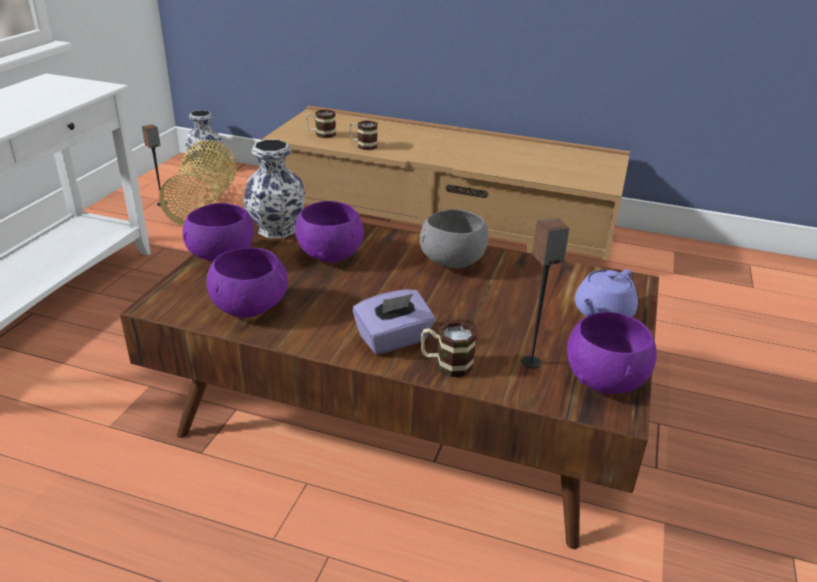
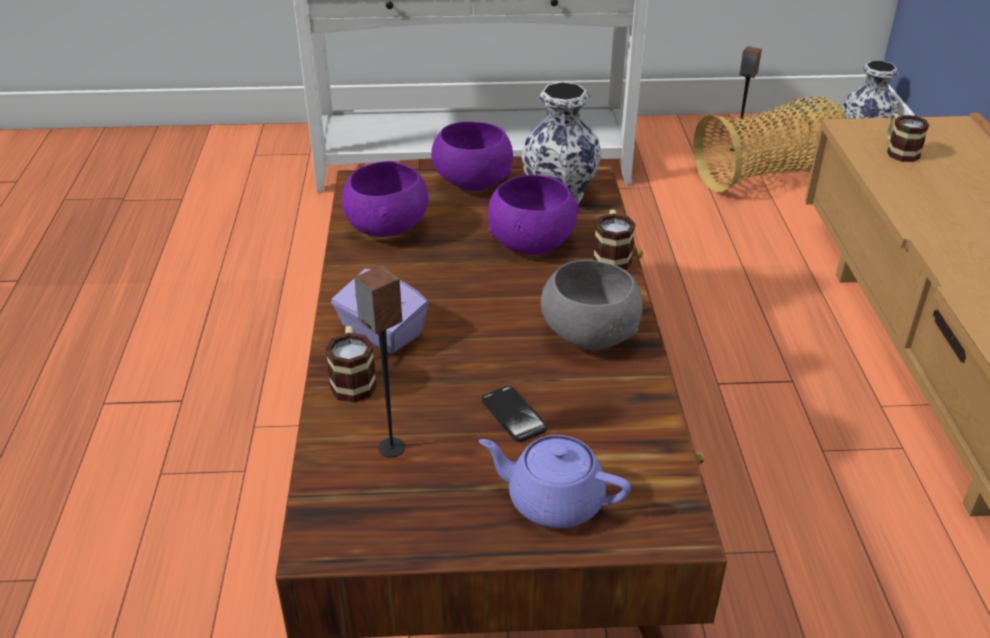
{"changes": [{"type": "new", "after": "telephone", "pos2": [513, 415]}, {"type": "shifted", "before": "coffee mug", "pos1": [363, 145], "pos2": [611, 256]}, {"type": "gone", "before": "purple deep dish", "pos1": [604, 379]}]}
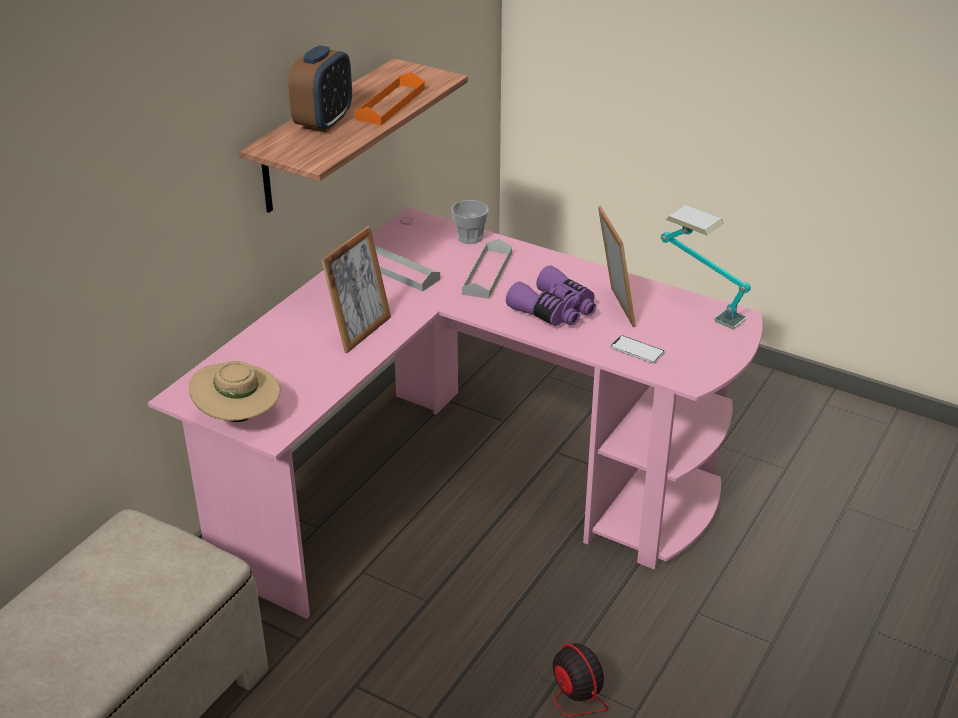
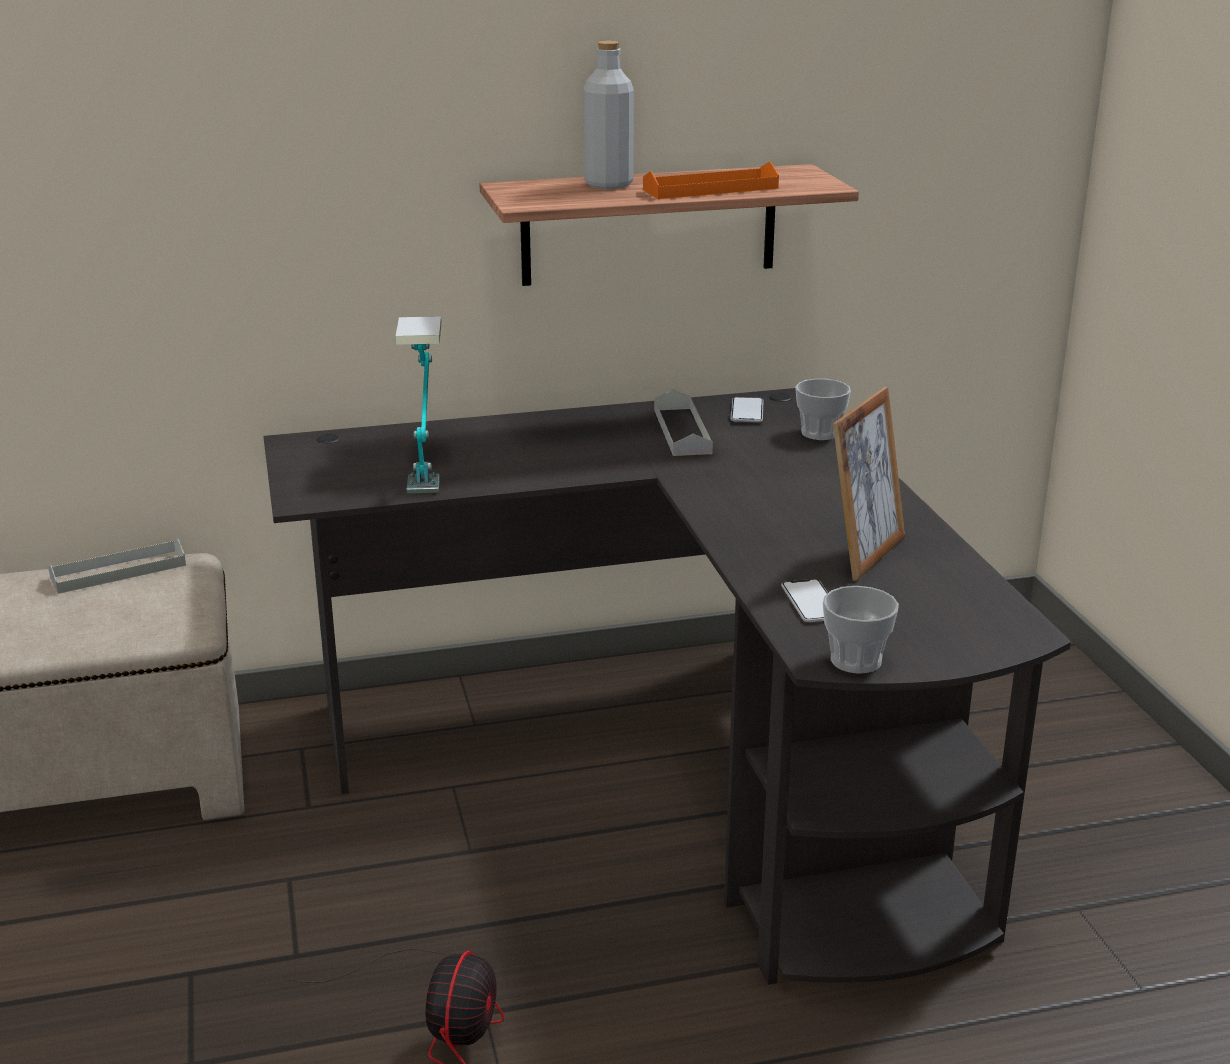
{"changes": [{"type": "shifted", "before": "grey tray", "pos1": [487, 273], "pos2": [118, 571]}, {"type": "repainted", "before": "pink-coloured desk", "after": "black-coloured desk", "pos1": [462, 488], "pos2": [671, 771]}, {"type": "shifted", "before": "lamp for a table", "pos1": [698, 307], "pos2": [425, 466]}, {"type": "swapped", "before": "alarm clock", "after": "grey bottle", "pos1": [324, 122], "pos2": [608, 184]}, {"type": "new", "after": "telephone", "pos2": [747, 411]}, {"type": "new", "after": "cup", "pos2": [856, 661]}, {"type": "gone", "before": "beige hat", "pos1": [239, 417]}, {"type": "gone", "before": "photo frame", "pos1": [360, 331]}, {"type": "gone", "before": "purple binoculars", "pos1": [555, 311]}]}
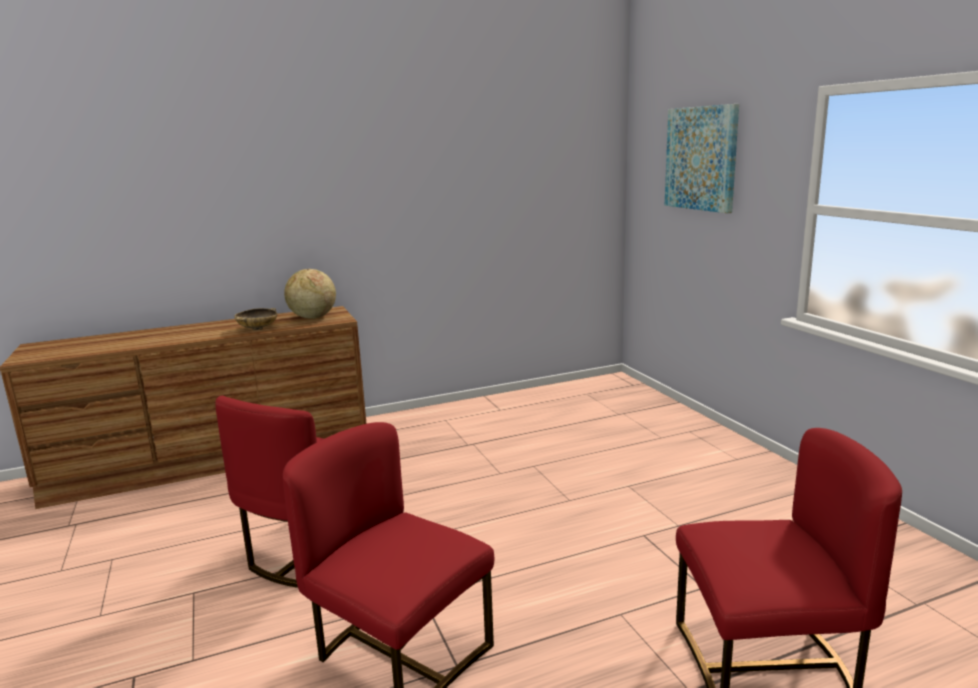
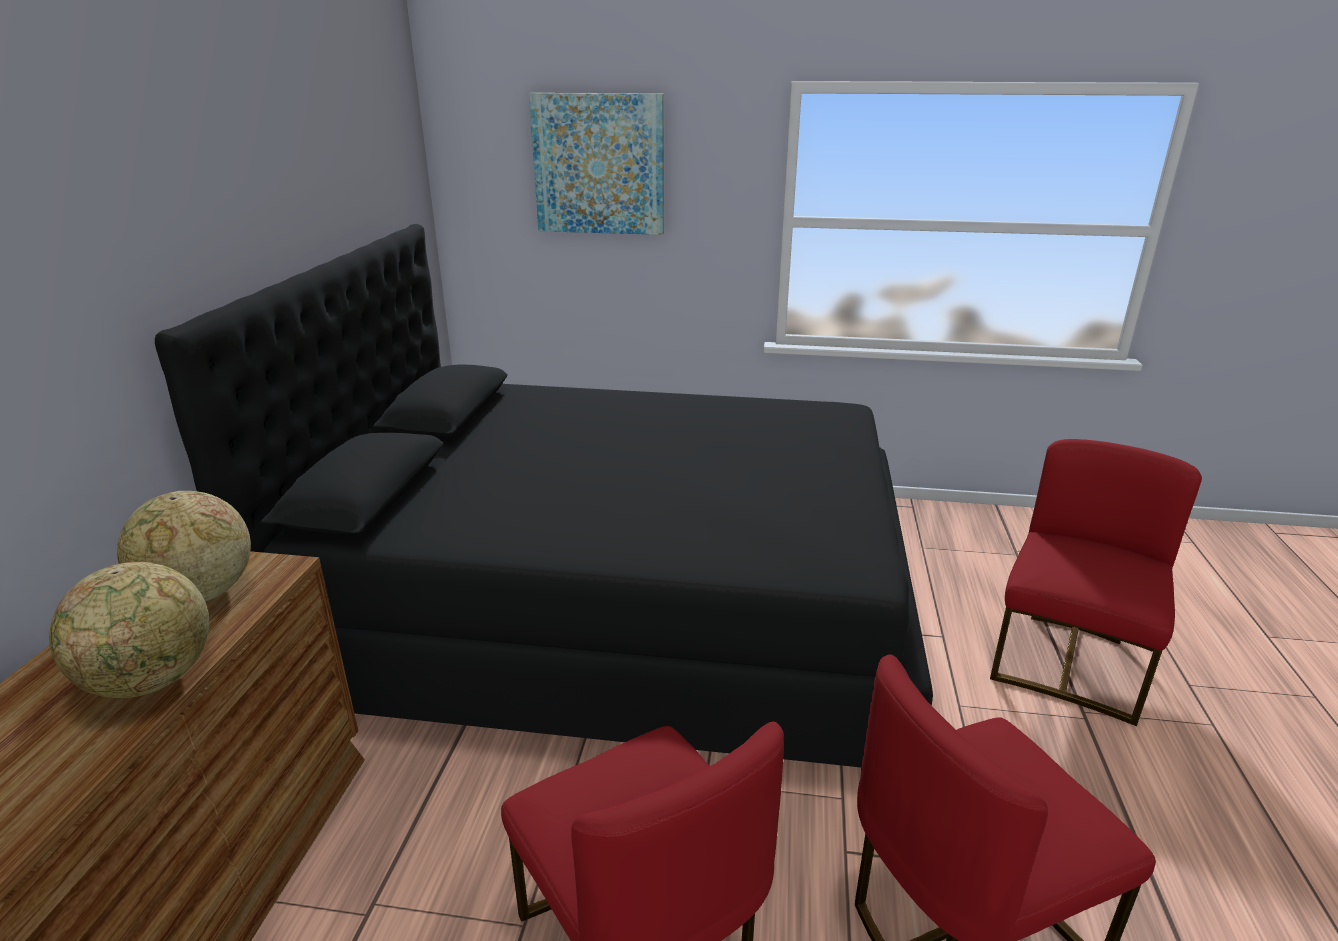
{"changes": [{"type": "swapped", "before": "beige deep dish", "after": "globe", "pos1": [258, 329], "pos2": [152, 681]}, {"type": "new", "after": "black-coloured bed", "pos2": [619, 612]}]}
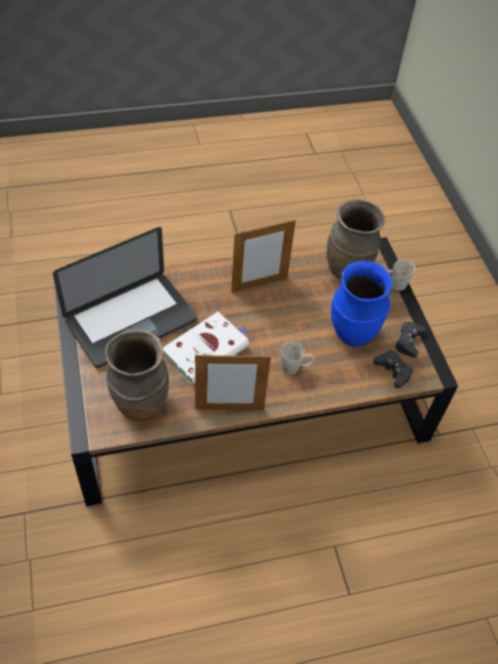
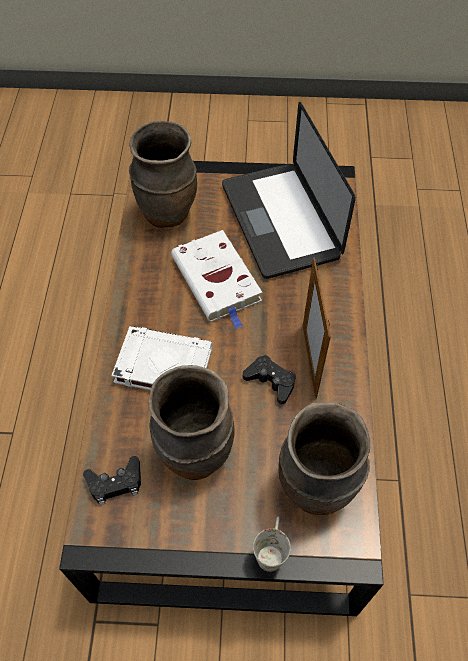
{"changes": [{"type": "swapped", "before": "white coffee mug", "after": "white book", "pos1": [295, 367], "pos2": [162, 365]}, {"type": "repainted", "before": "blue-coloured flower vase", "after": "brownish flower vase", "pos1": [353, 333], "pos2": [194, 453]}, {"type": "shifted", "before": "black-coloured gamepad", "pos1": [408, 341], "pos2": [271, 381]}, {"type": "gone", "before": "photo frame", "pos1": [229, 409]}]}
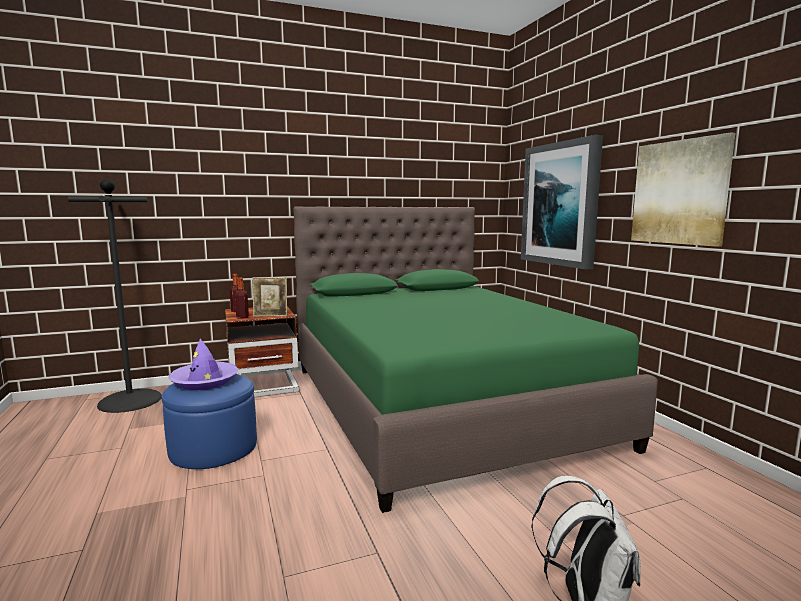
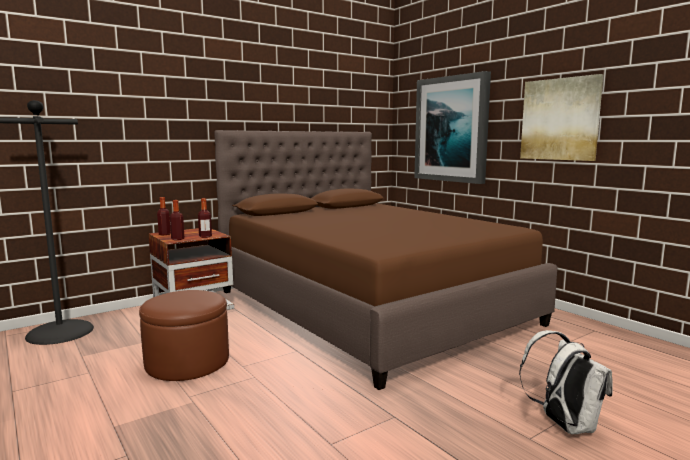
{"changes": [{"type": "repainted", "before": "blue-coloured ottoman", "after": "brownish ottoman", "pos1": [213, 448], "pos2": [187, 362]}, {"type": "swapped", "before": "photo frame", "after": "bottle", "pos1": [271, 316], "pos2": [205, 236]}, {"type": "repainted", "before": "green-coloured bed", "after": "brownish bed", "pos1": [439, 403], "pos2": [370, 306]}, {"type": "gone", "before": "purple hat", "pos1": [205, 381]}]}
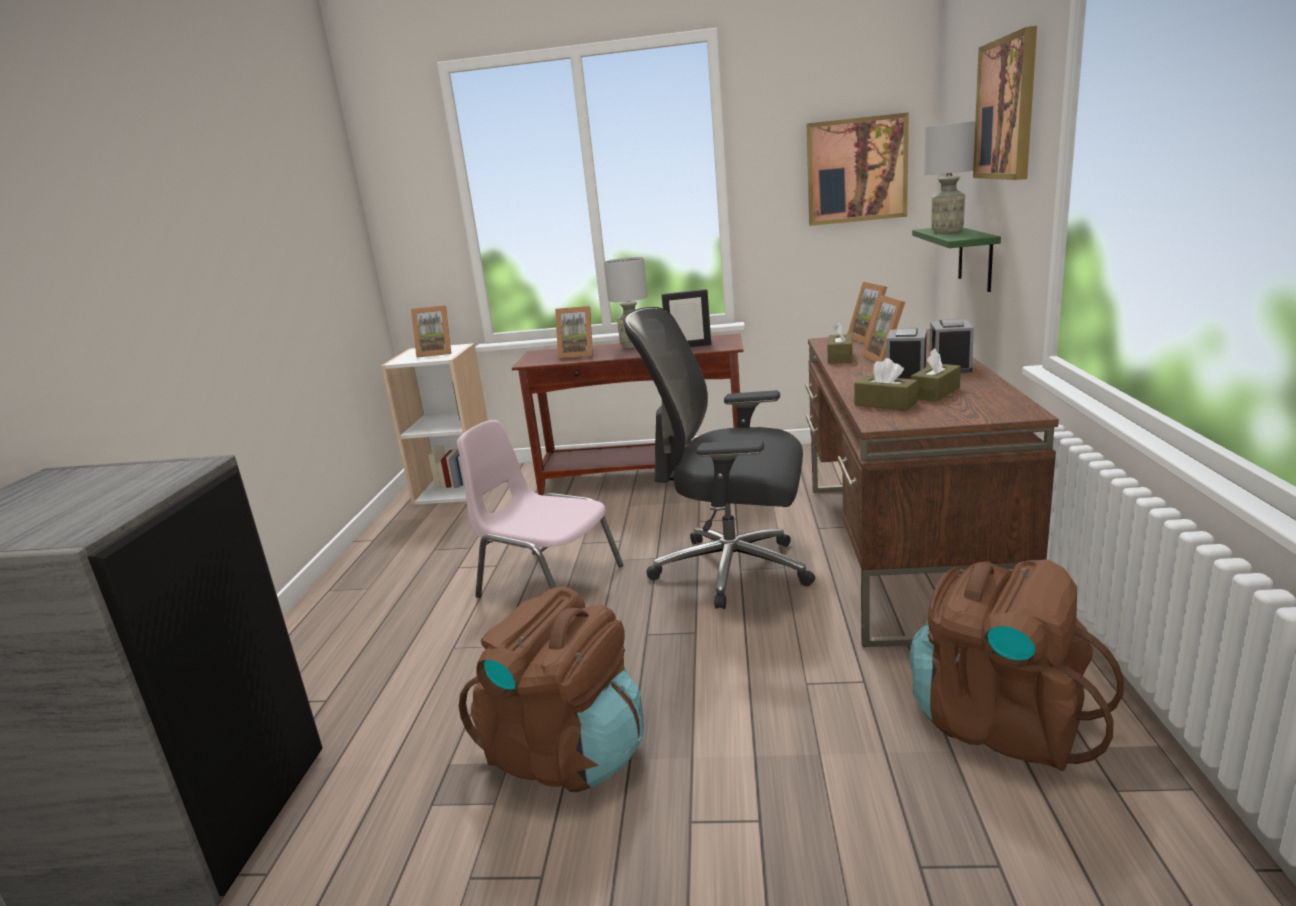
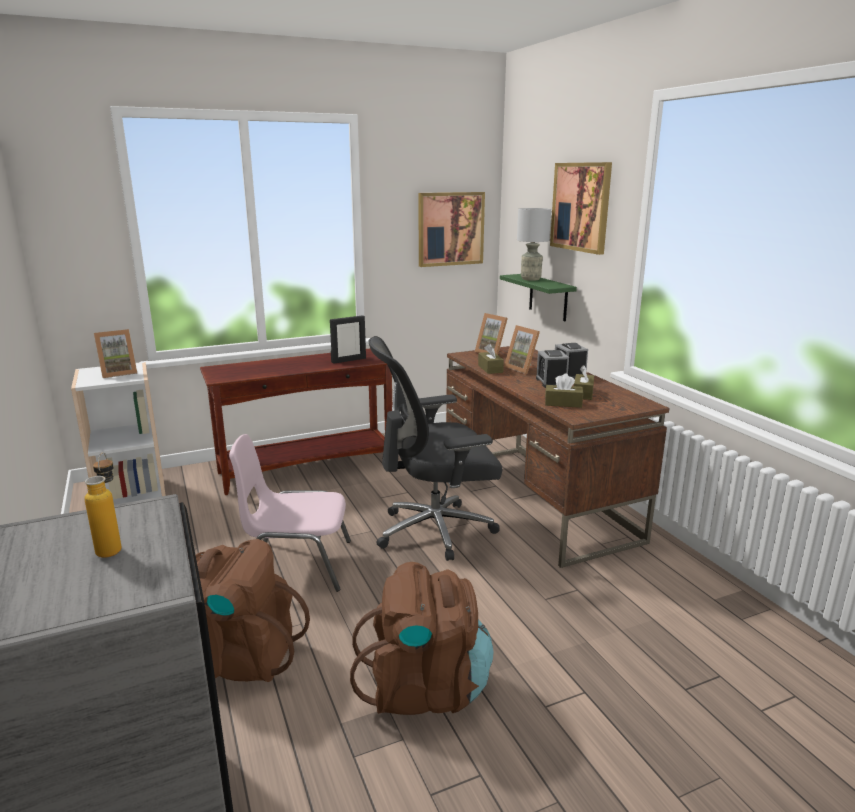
{"changes": [{"type": "new", "after": "bottle", "pos2": [112, 546]}, {"type": "shifted", "before": "brownish rucksack", "pos1": [1000, 723], "pos2": [239, 657]}, {"type": "gone", "before": "photo frame", "pos1": [577, 354]}, {"type": "gone", "before": "grey lamp for a table", "pos1": [633, 345]}]}
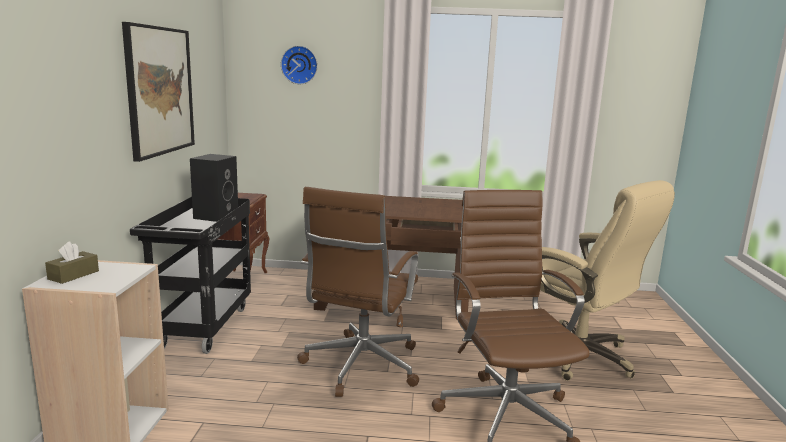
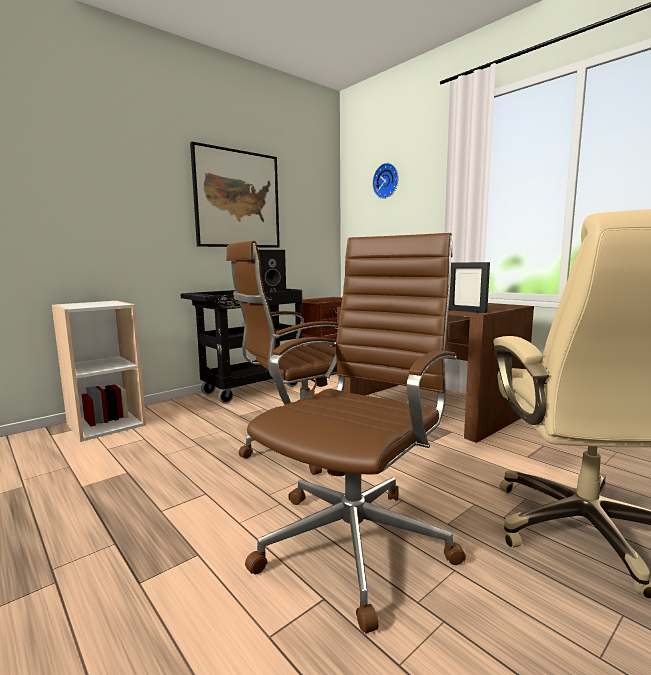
{"changes": [{"type": "new", "after": "photo frame", "pos2": [467, 311]}, {"type": "gone", "before": "brownish box of tissues", "pos1": [73, 275]}]}
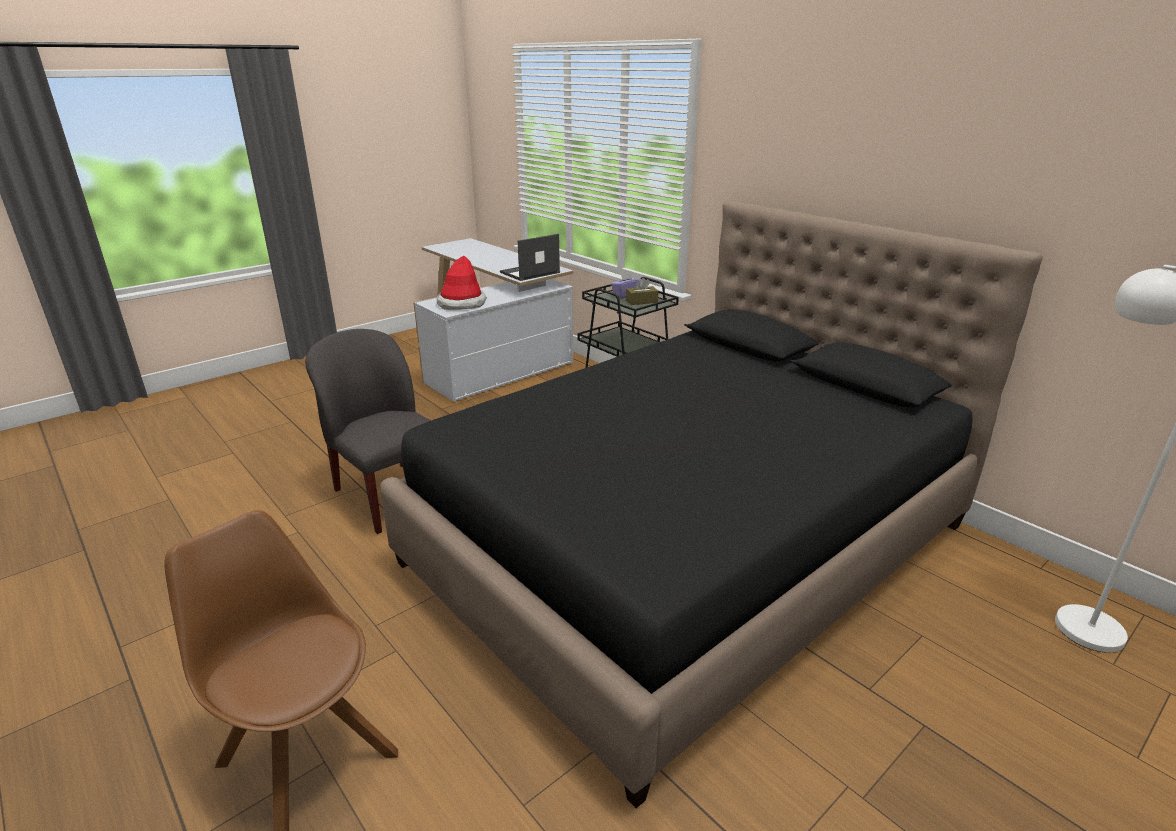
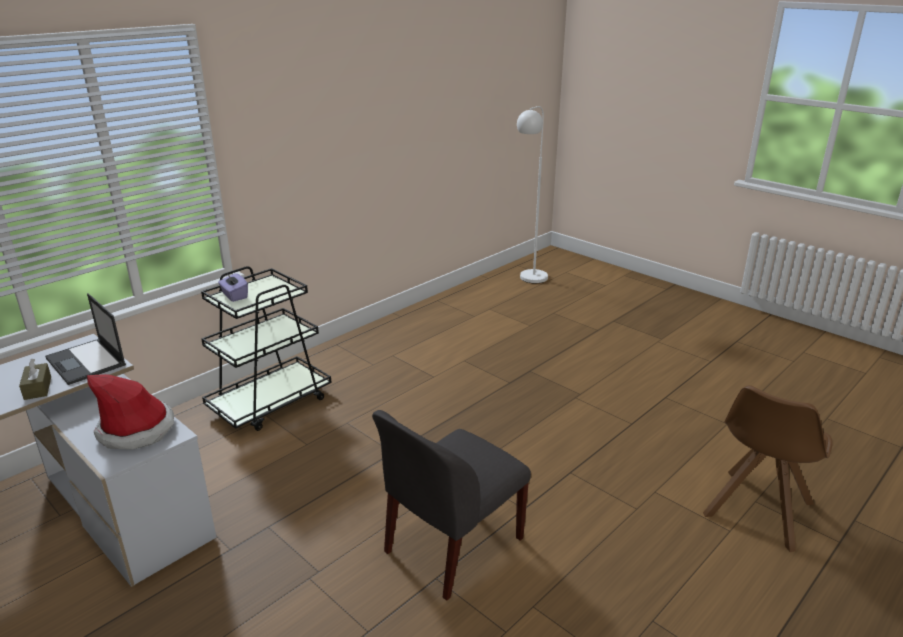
{"changes": [{"type": "shifted", "before": "brownish box of tissues", "pos1": [641, 301], "pos2": [38, 388]}, {"type": "gone", "before": "black-coloured bed", "pos1": [690, 544]}]}
